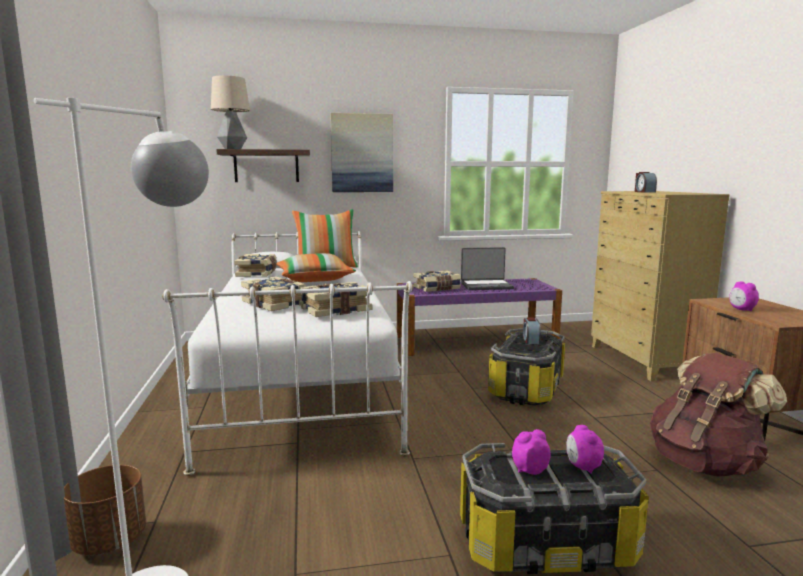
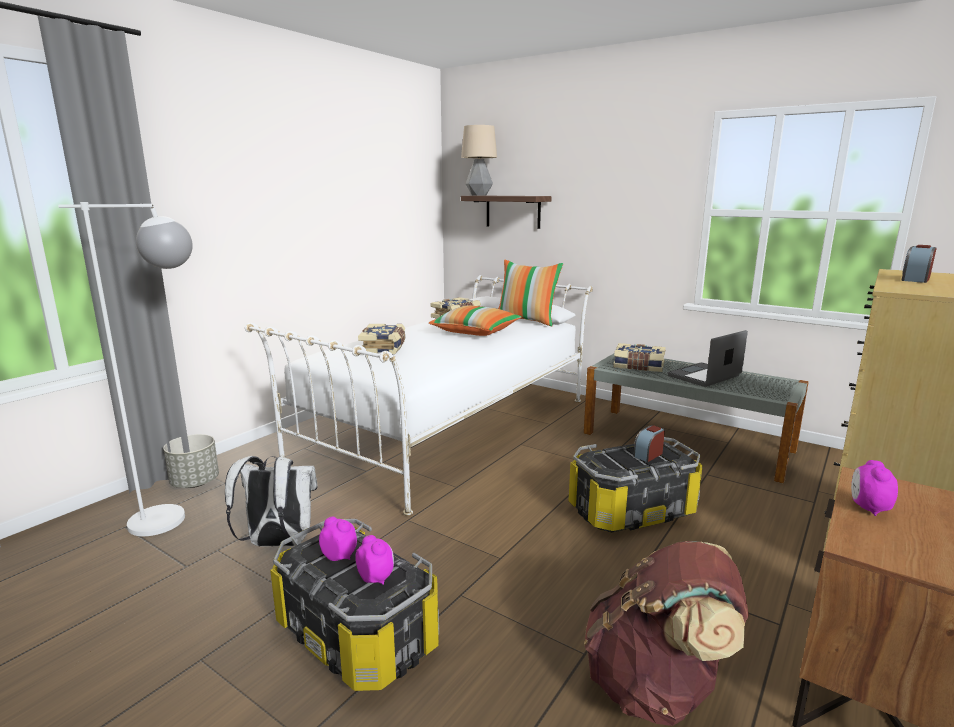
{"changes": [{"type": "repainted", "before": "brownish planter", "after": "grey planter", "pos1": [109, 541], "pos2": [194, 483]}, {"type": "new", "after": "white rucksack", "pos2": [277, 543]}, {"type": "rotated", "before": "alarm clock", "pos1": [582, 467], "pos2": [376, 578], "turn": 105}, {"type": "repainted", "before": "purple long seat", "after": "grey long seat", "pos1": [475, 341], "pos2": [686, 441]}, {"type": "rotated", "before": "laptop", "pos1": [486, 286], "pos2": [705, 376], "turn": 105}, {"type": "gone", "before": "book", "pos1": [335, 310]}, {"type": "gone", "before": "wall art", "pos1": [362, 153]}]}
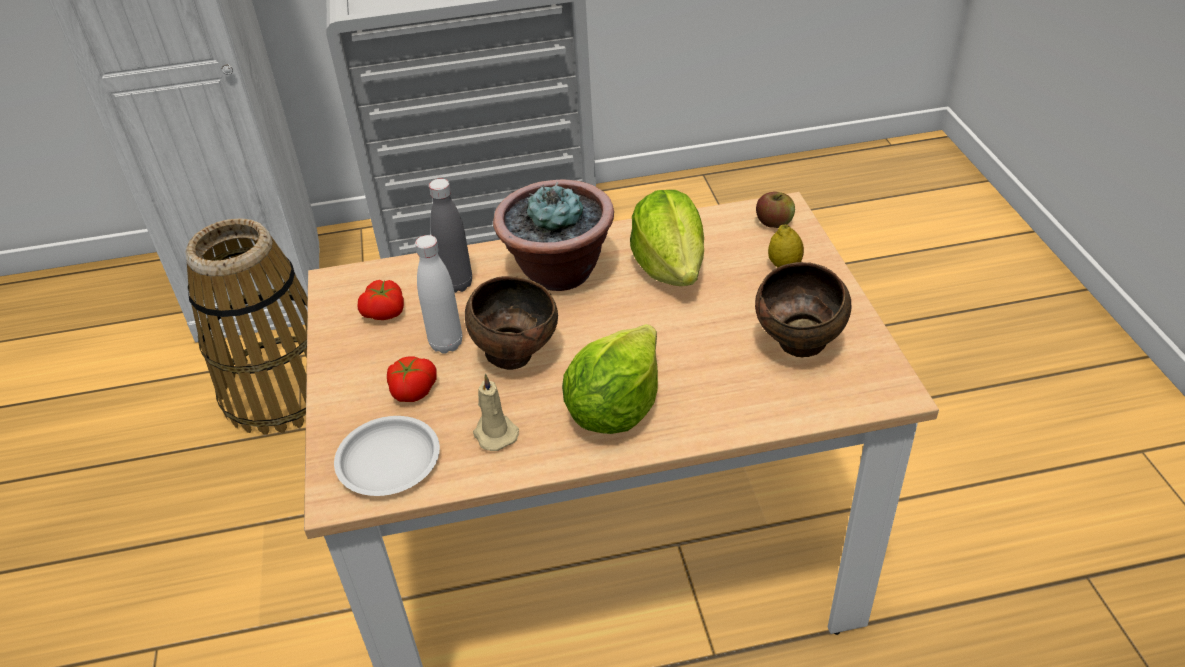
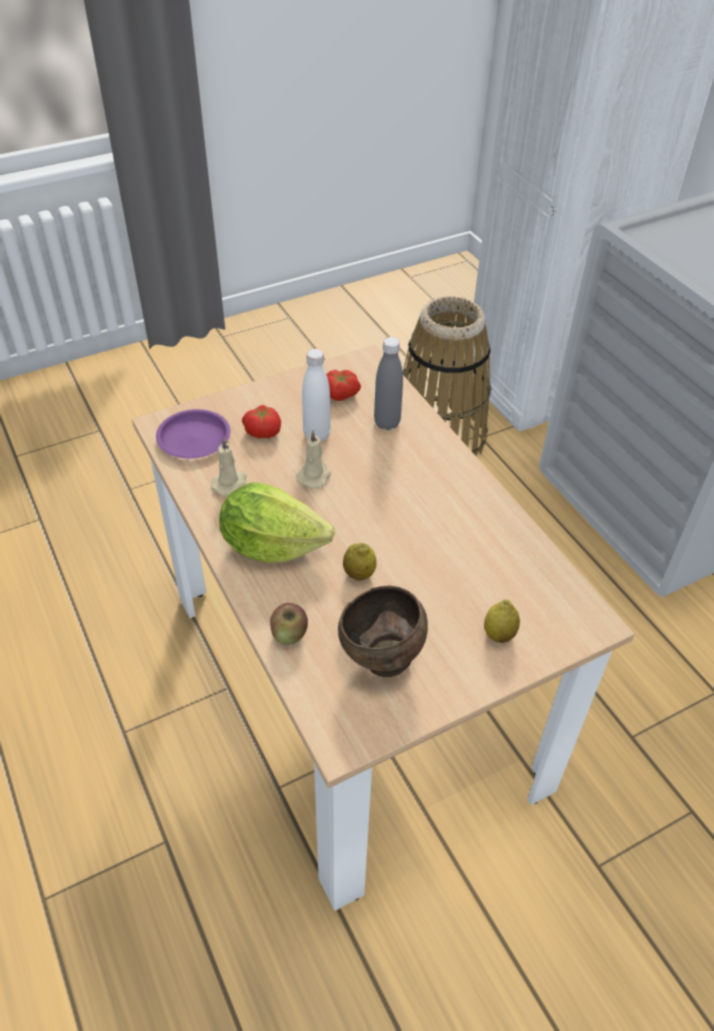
{"changes": [{"type": "repainted", "before": "white flat dish", "after": "purple flat dish", "pos1": [388, 461], "pos2": [194, 438]}, {"type": "shifted", "before": "whole apple", "pos1": [774, 222], "pos2": [289, 634]}, {"type": "swapped", "before": "brownish deep dish", "after": "beige wax light", "pos1": [516, 356], "pos2": [314, 476]}, {"type": "new", "after": "lemon", "pos2": [359, 574]}, {"type": "gone", "before": "potted plant", "pos1": [558, 272]}, {"type": "gone", "before": "lettuce", "pos1": [670, 266]}]}
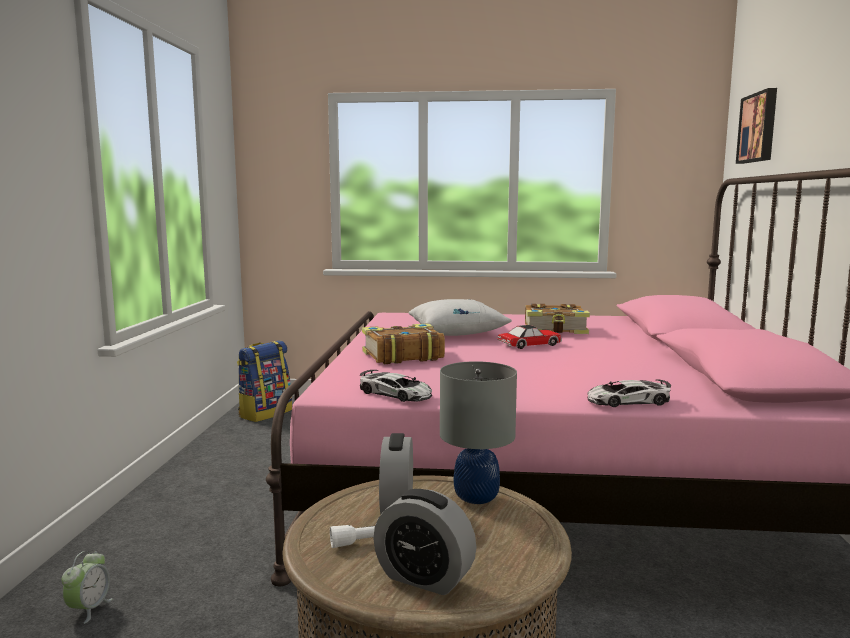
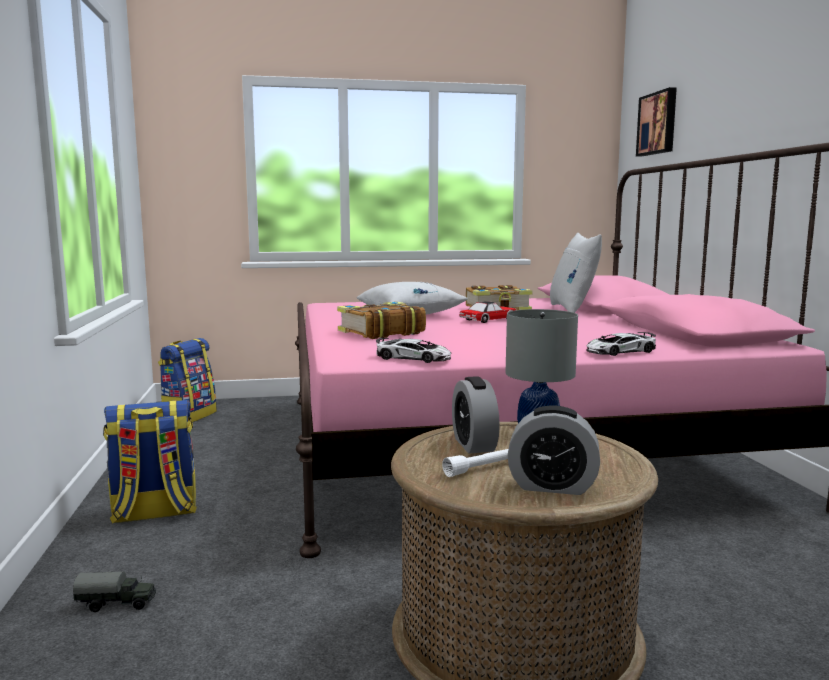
{"changes": [{"type": "swapped", "before": "alarm clock", "after": "toy truck", "pos1": [89, 609], "pos2": [117, 604]}, {"type": "new", "after": "rucksack", "pos2": [154, 513]}, {"type": "new", "after": "grey throw pillow", "pos2": [572, 310]}]}
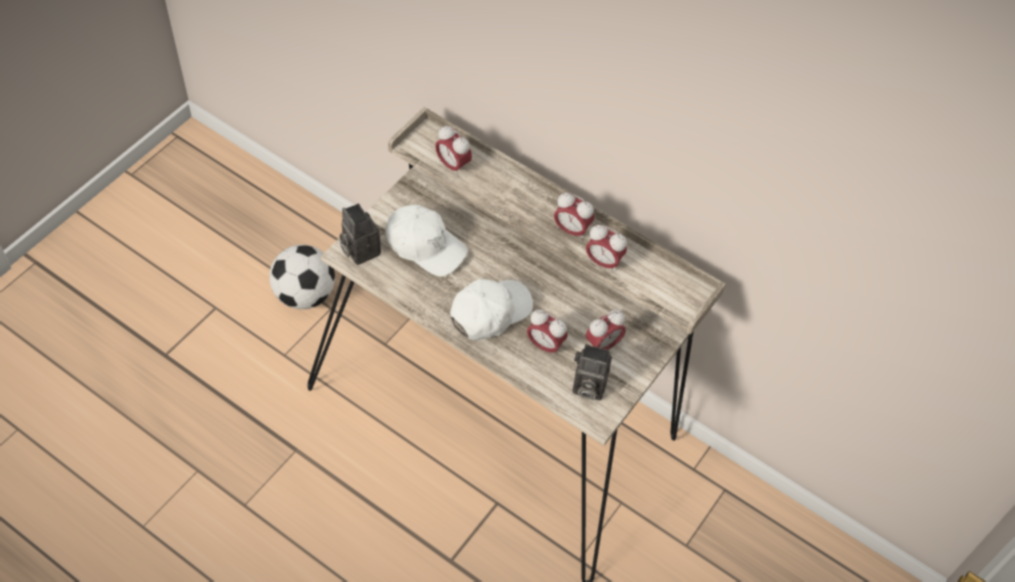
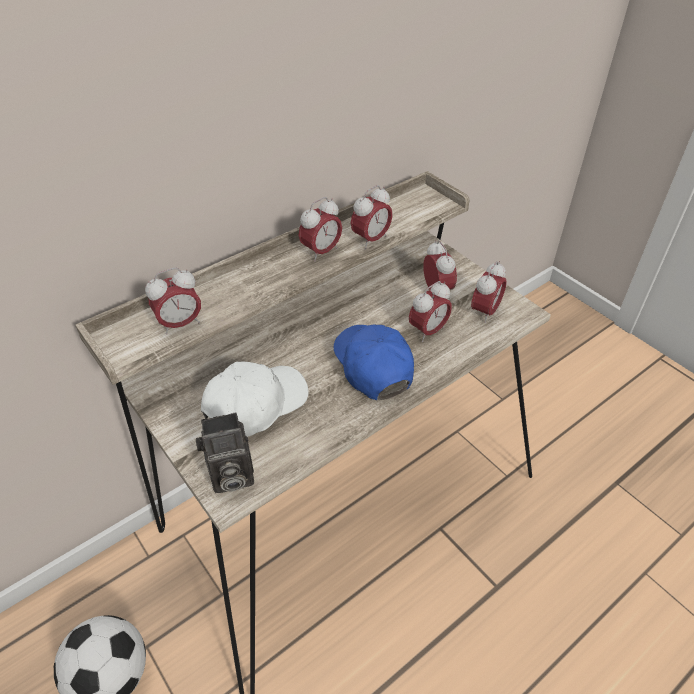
{"changes": [{"type": "repainted", "before": "white baseball cap", "after": "blue-coloured baseball cap", "pos1": [490, 312], "pos2": [372, 366]}, {"type": "swapped", "before": "still camera", "after": "alarm clock", "pos1": [587, 386], "pos2": [485, 312]}]}
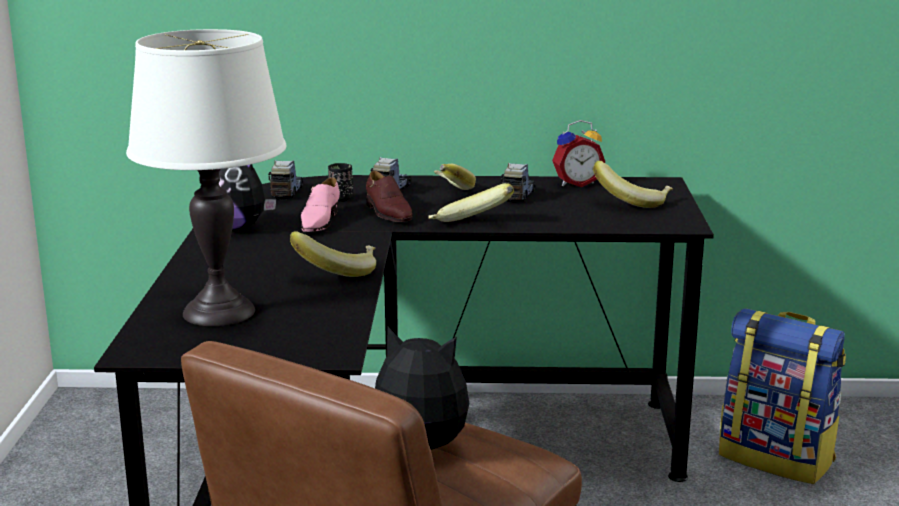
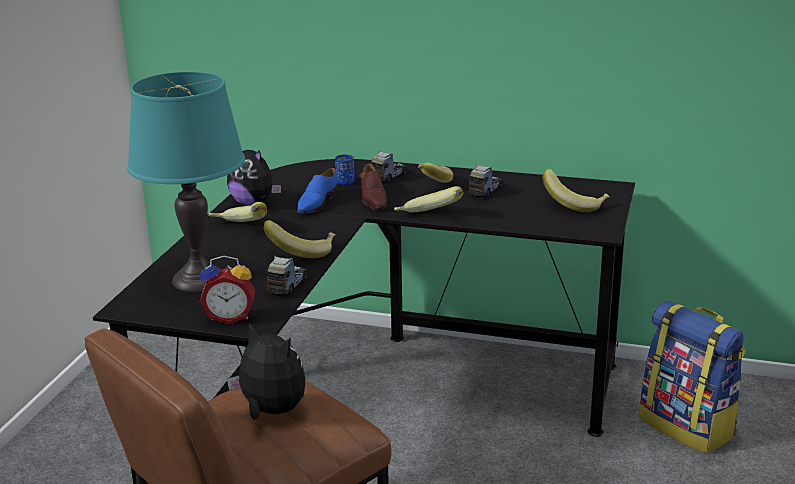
{"changes": [{"type": "repainted", "before": "white lamp for a table", "after": "blue-green lamp for a table", "pos1": [219, 312], "pos2": [199, 280]}, {"type": "shifted", "before": "alarm clock", "pos1": [576, 183], "pos2": [230, 317]}, {"type": "new", "after": "whole banana", "pos2": [238, 228]}, {"type": "shifted", "before": "toy truck", "pos1": [286, 192], "pos2": [287, 285]}, {"type": "repainted", "before": "pink-coloured item of footwear", "after": "blue-coloured item of footwear", "pos1": [319, 221], "pos2": [316, 203]}, {"type": "repainted", "before": "black-coloured cup", "after": "blue-coloured cup", "pos1": [341, 198], "pos2": [345, 182]}]}
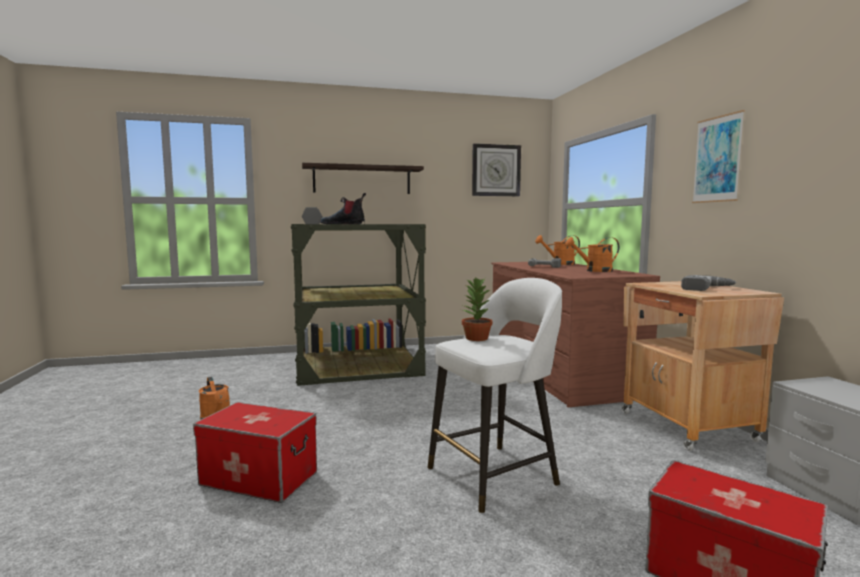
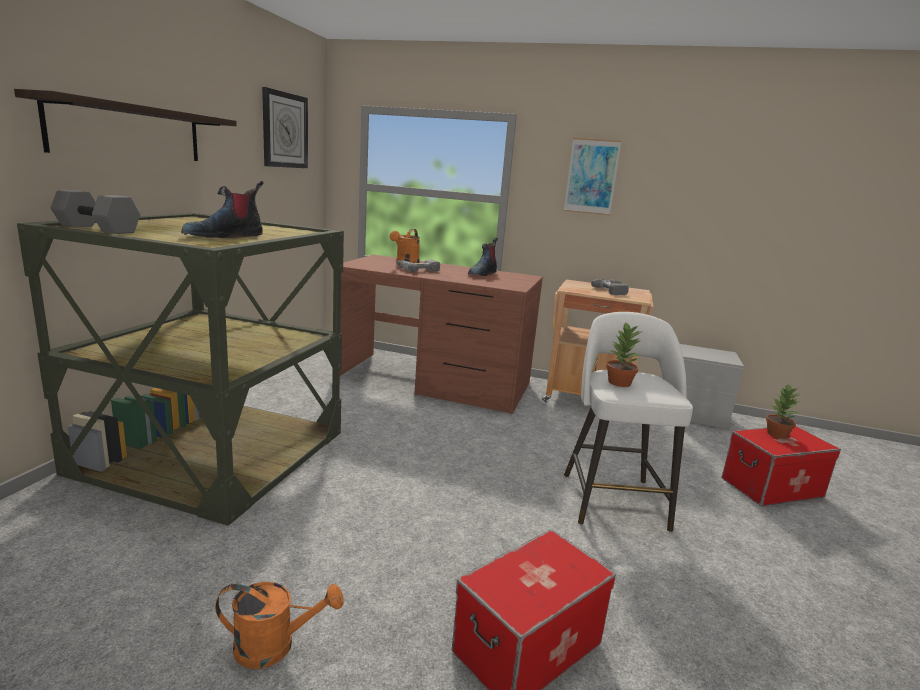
{"changes": [{"type": "swapped", "before": "orange watering pot", "after": "tall boot", "pos1": [594, 270], "pos2": [482, 273]}, {"type": "new", "after": "potted plant", "pos2": [777, 434]}]}
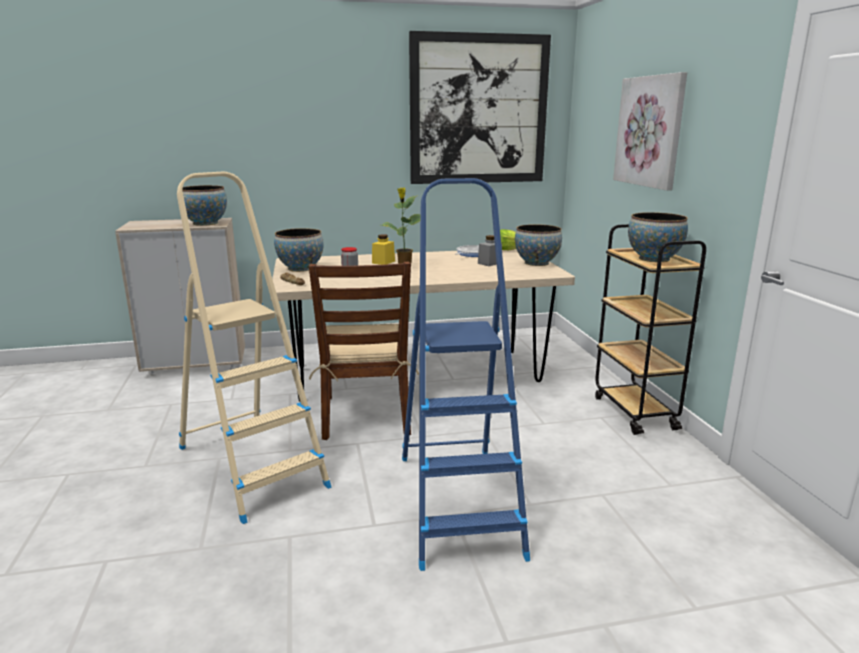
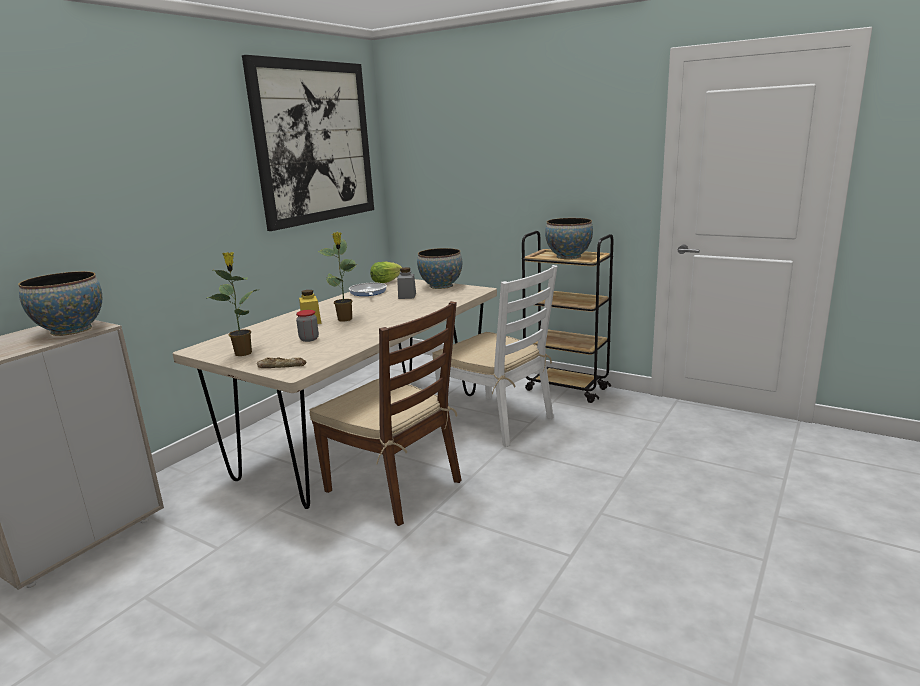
{"changes": [{"type": "swapped", "before": "deep dish", "after": "potted plant", "pos1": [300, 268], "pos2": [243, 353]}, {"type": "new", "after": "white chair", "pos2": [498, 420]}, {"type": "gone", "before": "beige step ladder", "pos1": [251, 466]}, {"type": "gone", "before": "blue-coloured step ladder", "pos1": [458, 503]}, {"type": "gone", "before": "wall art", "pos1": [650, 131]}]}
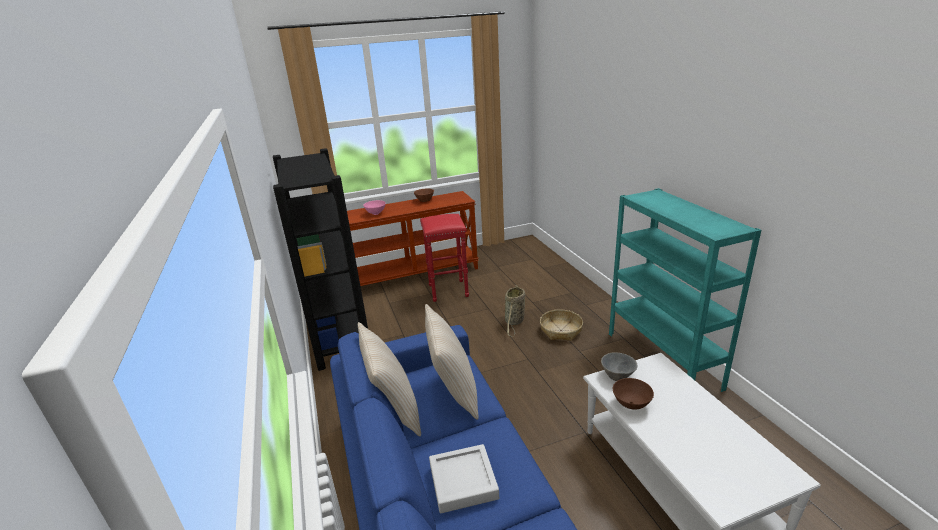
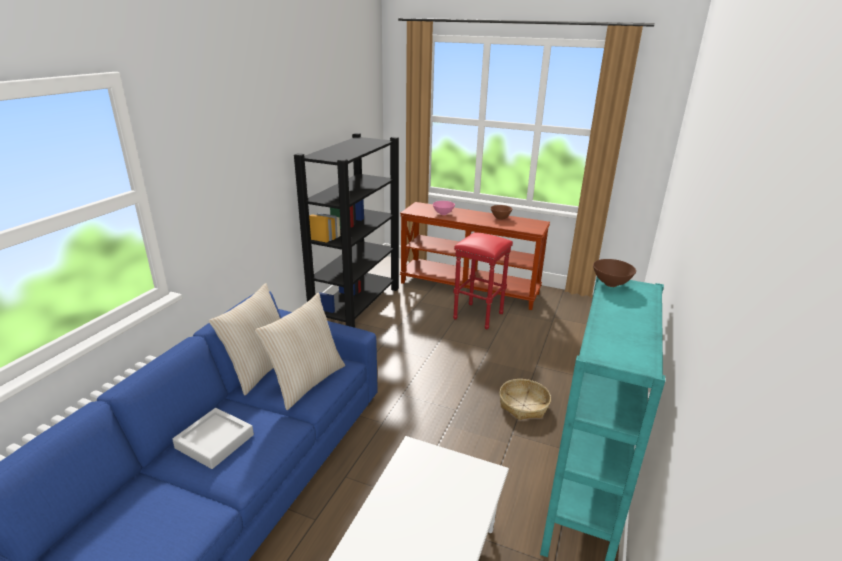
{"changes": [{"type": "shifted", "before": "brownish deep dish", "pos1": [631, 404], "pos2": [611, 284]}, {"type": "gone", "before": "storage basket", "pos1": [514, 322]}, {"type": "gone", "before": "grey deep dish", "pos1": [618, 376]}]}
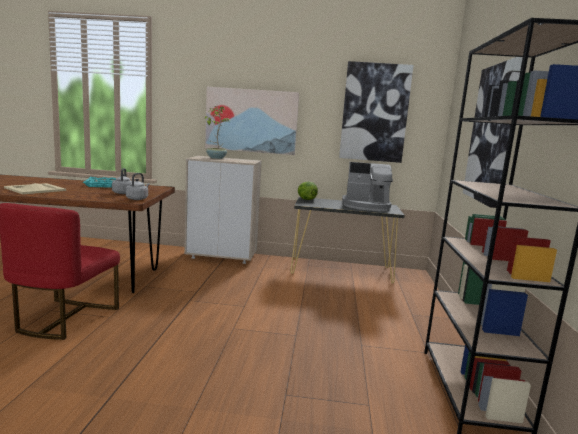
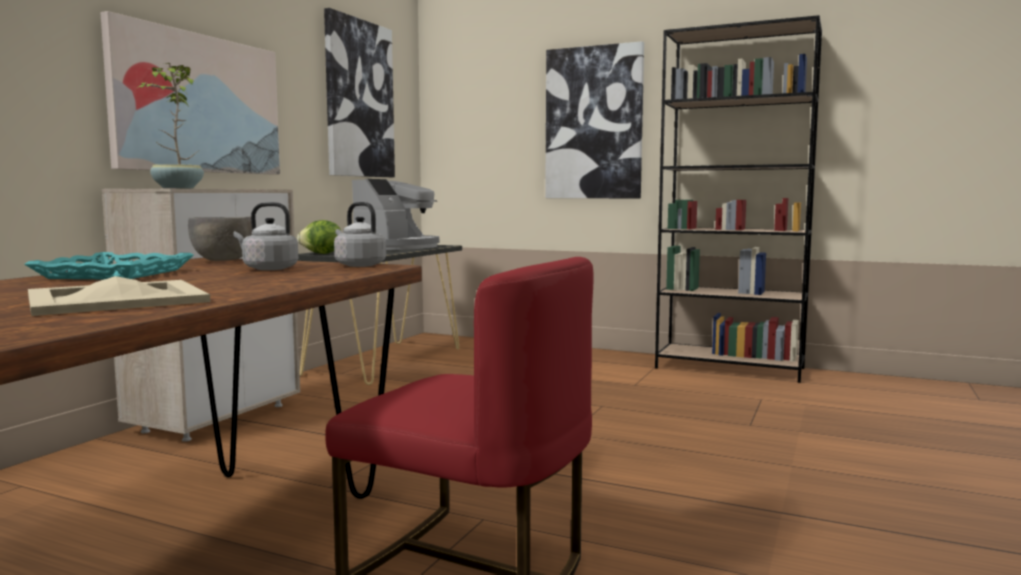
{"changes": [{"type": "new", "after": "grey deep dish", "pos2": [223, 260]}]}
